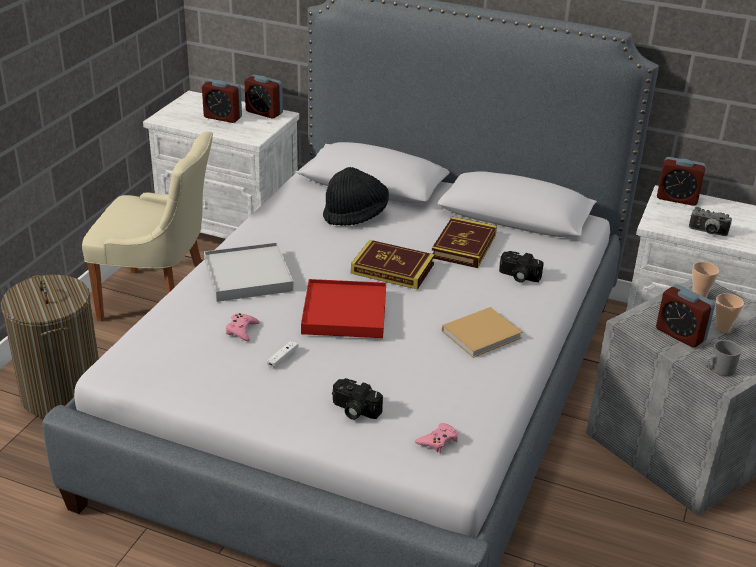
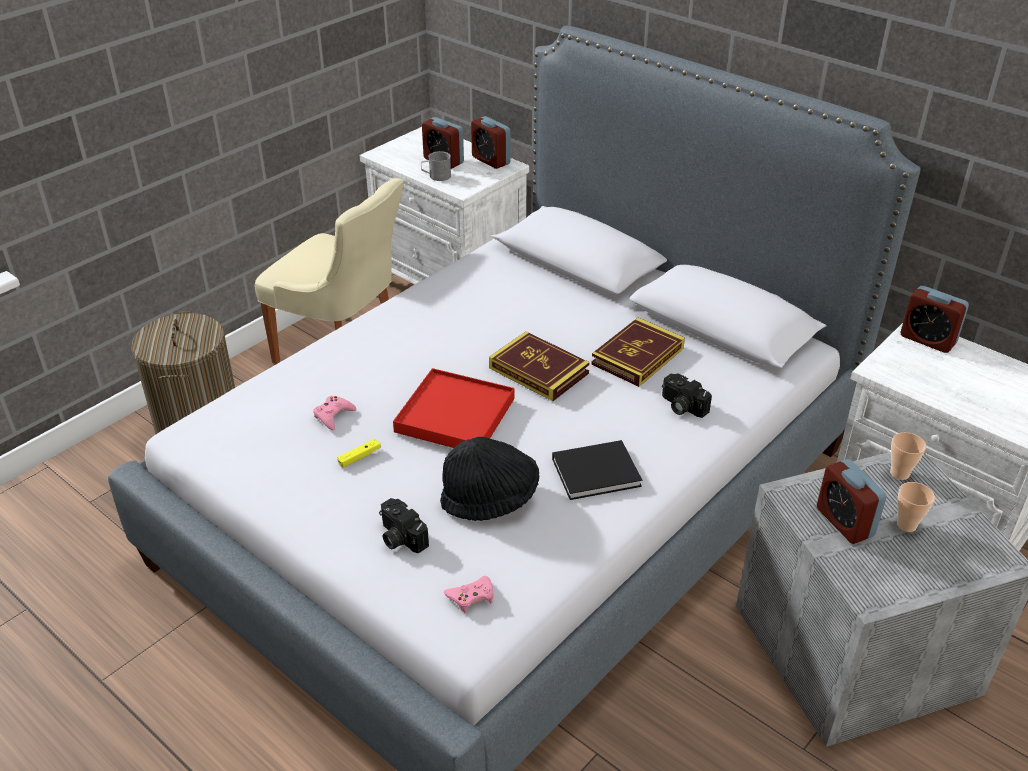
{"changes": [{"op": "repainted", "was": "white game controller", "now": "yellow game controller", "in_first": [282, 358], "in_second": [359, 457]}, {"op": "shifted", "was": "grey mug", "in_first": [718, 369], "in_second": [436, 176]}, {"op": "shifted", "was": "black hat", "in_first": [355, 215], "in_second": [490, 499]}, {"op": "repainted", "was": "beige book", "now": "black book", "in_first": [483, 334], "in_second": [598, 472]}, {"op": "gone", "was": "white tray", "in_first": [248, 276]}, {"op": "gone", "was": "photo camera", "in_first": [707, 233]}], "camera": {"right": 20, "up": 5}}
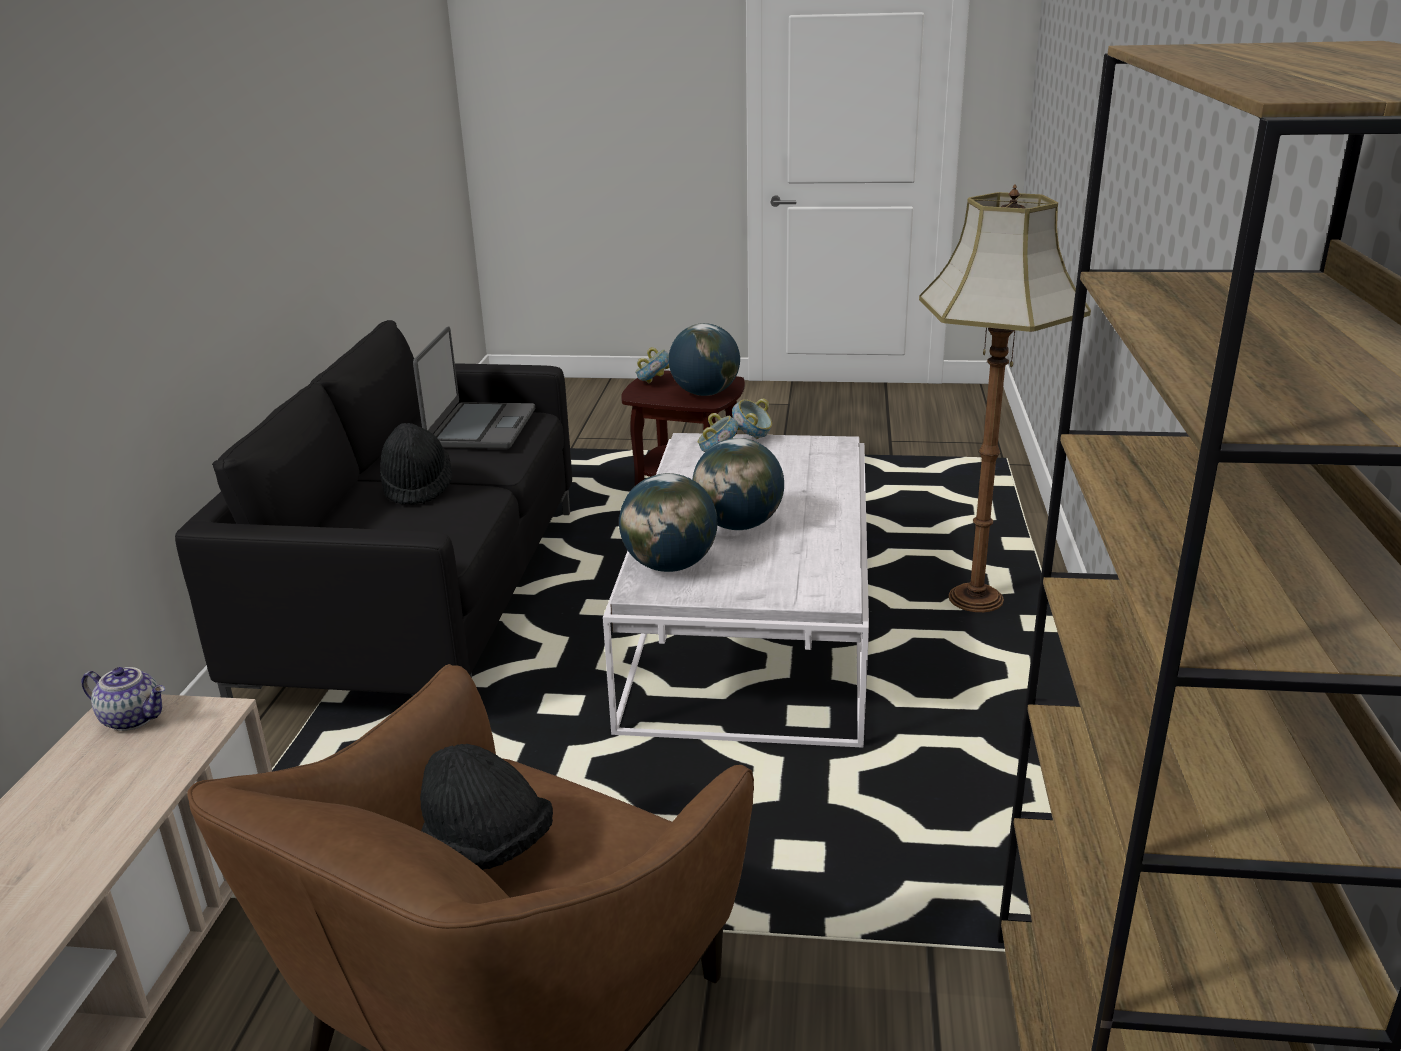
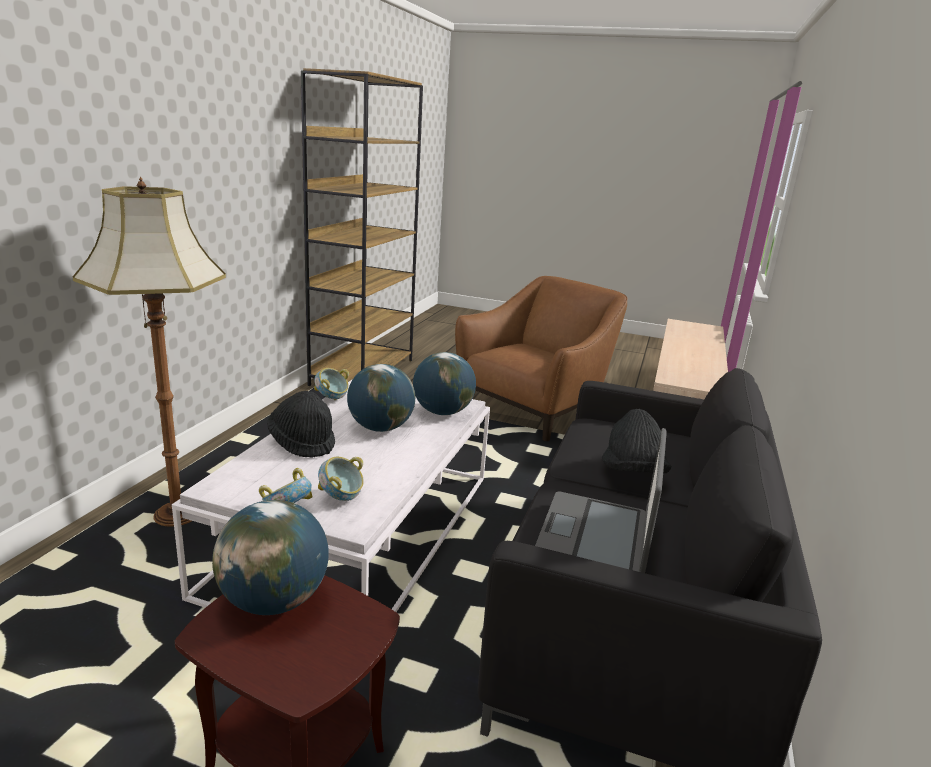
{"changes": [{"op": "shifted", "was": "black hat", "in_first": [487, 847], "in_second": [303, 443]}, {"op": "shifted", "was": "bowl", "in_first": [653, 383], "in_second": [331, 399]}, {"op": "gone", "was": "teapot", "in_first": [134, 718]}], "camera": {"right": -170, "up": -5}}
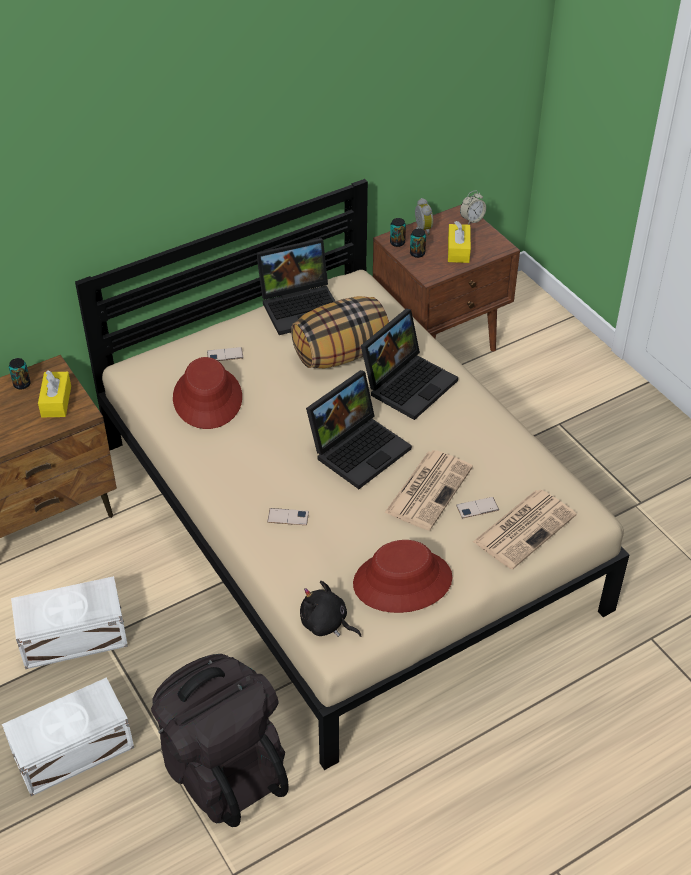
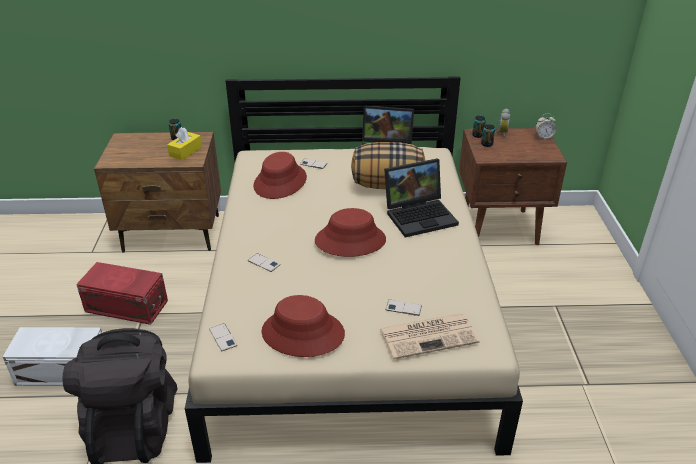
{"changes": [{"op": "repainted", "was": "white storage box", "now": "red storage box", "in_first": [75, 638], "in_second": [127, 307]}, {"op": "swapped", "was": "black plush toy", "now": "phone", "in_first": [326, 624], "in_second": [223, 337]}, {"op": "swapped", "was": "laptop", "now": "red hat", "in_first": [359, 448], "in_second": [350, 240]}, {"op": "gone", "was": "newspaper", "in_first": [429, 489]}, {"op": "gone", "was": "yellow tissue box", "in_first": [458, 250]}], "camera": {"right": 30, "up": -10}}
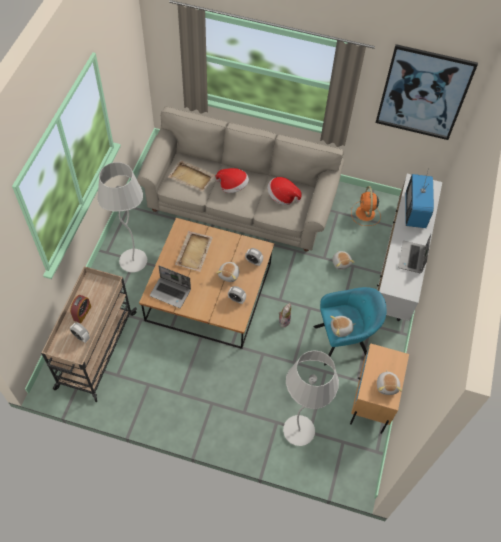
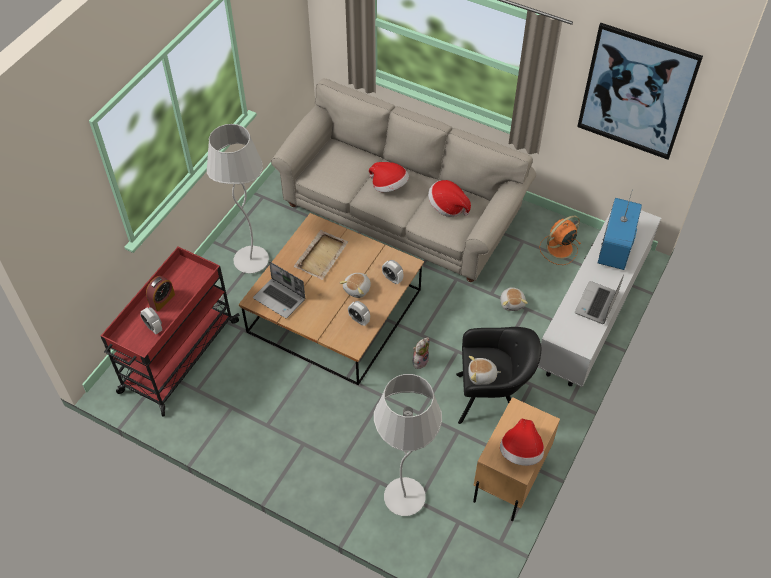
{"changes": [{"op": "repainted", "was": "beige cart", "now": "red cart", "in_first": [95, 351], "in_second": [178, 357]}, {"op": "repainted", "was": "turquoise armchair", "now": "black armchair", "in_first": [344, 341], "in_second": [491, 398]}, {"op": "swapped", "was": "plush toy", "now": "hat", "in_first": [387, 385], "in_second": [521, 452]}, {"op": "rotated", "was": "orange fan", "in_first": [365, 214], "in_second": [558, 249], "clockwise": 45}, {"op": "gone", "was": "beige tray", "in_first": [191, 177]}], "camera": {"right": 15, "up": -5}}
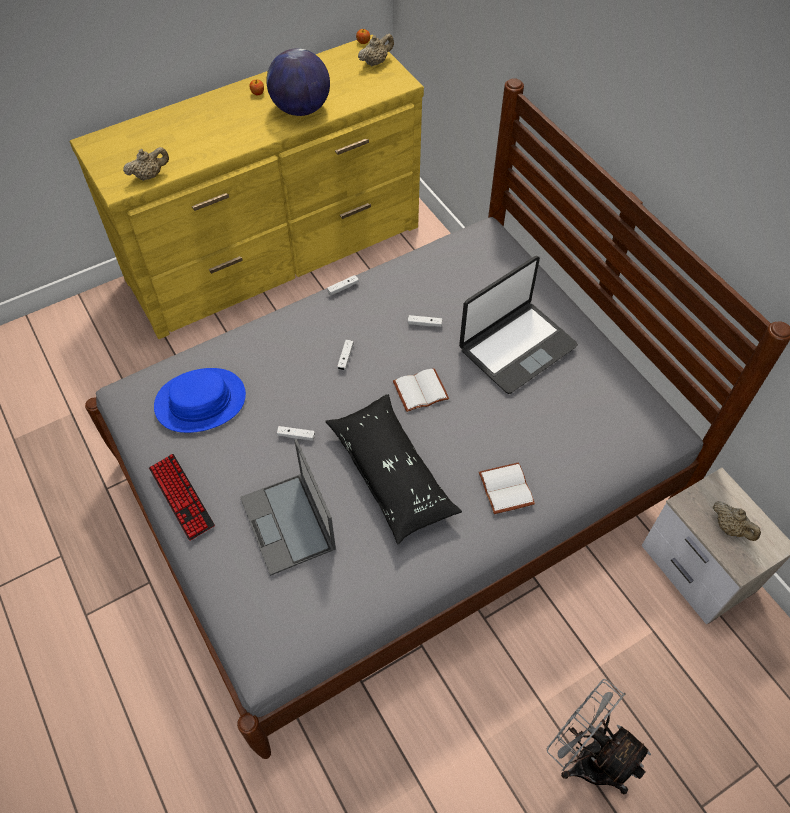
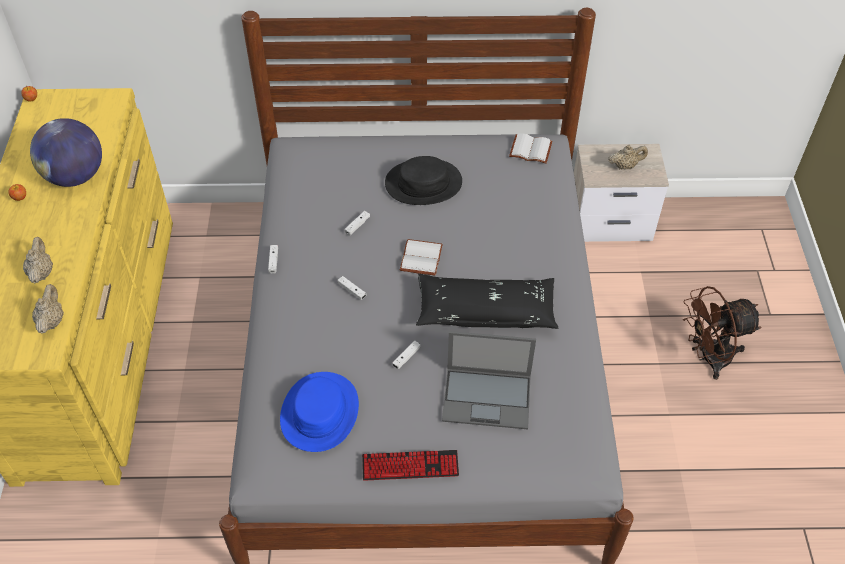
{"changes": [{"op": "shifted", "was": "beige teapot", "in_first": [376, 62], "in_second": [41, 273]}, {"op": "swapped", "was": "laptop", "now": "black hat", "in_first": [516, 347], "in_second": [423, 183]}, {"op": "shifted", "was": "white book", "in_first": [504, 488], "in_second": [529, 150]}, {"op": "repainted", "was": "grey fan", "now": "brown fan", "in_first": [586, 756], "in_second": [708, 358]}], "camera": {"right": -60, "up": -5}}
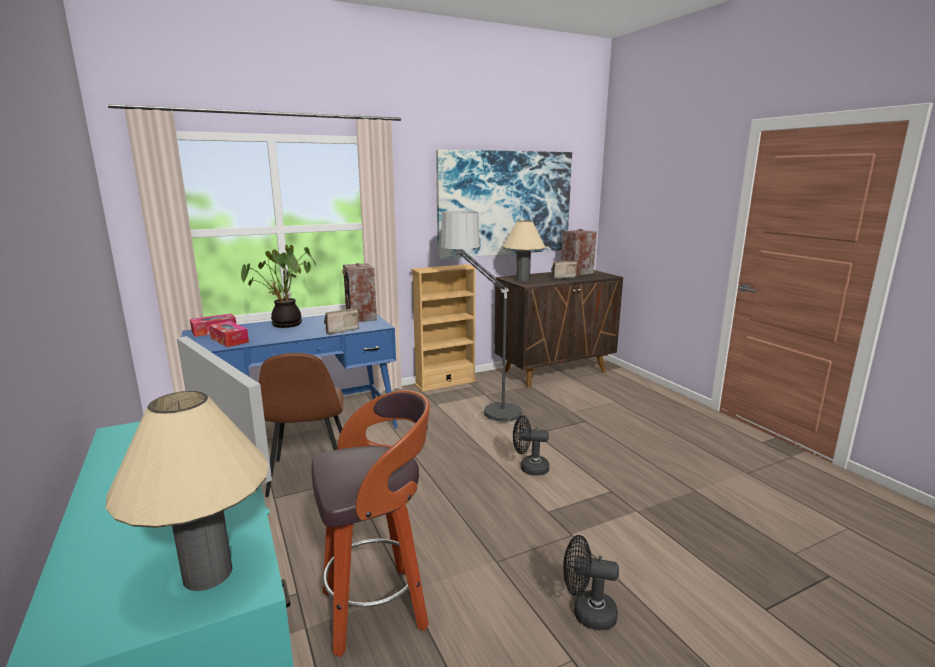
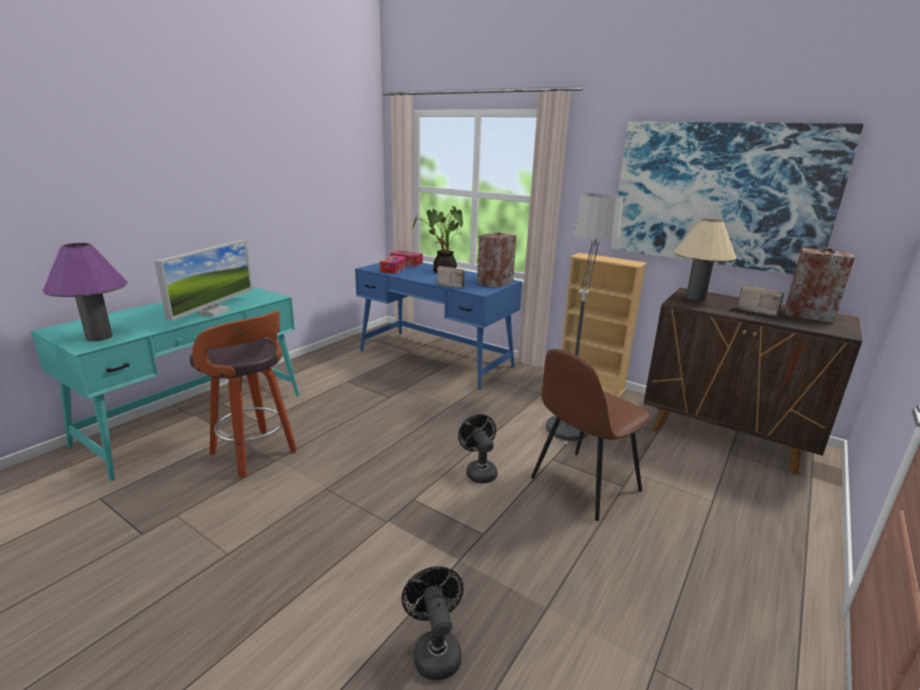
{"changes": [{"op": "repainted", "was": "beige table lamp", "now": "purple table lamp", "in_first": [208, 574], "in_second": [99, 337]}, {"op": "shifted", "was": "black fan", "in_first": [587, 613], "in_second": [435, 650]}, {"op": "shifted", "was": "brown chair", "in_first": [310, 475], "in_second": [583, 485]}], "camera": {"right": 60, "up": 5}}
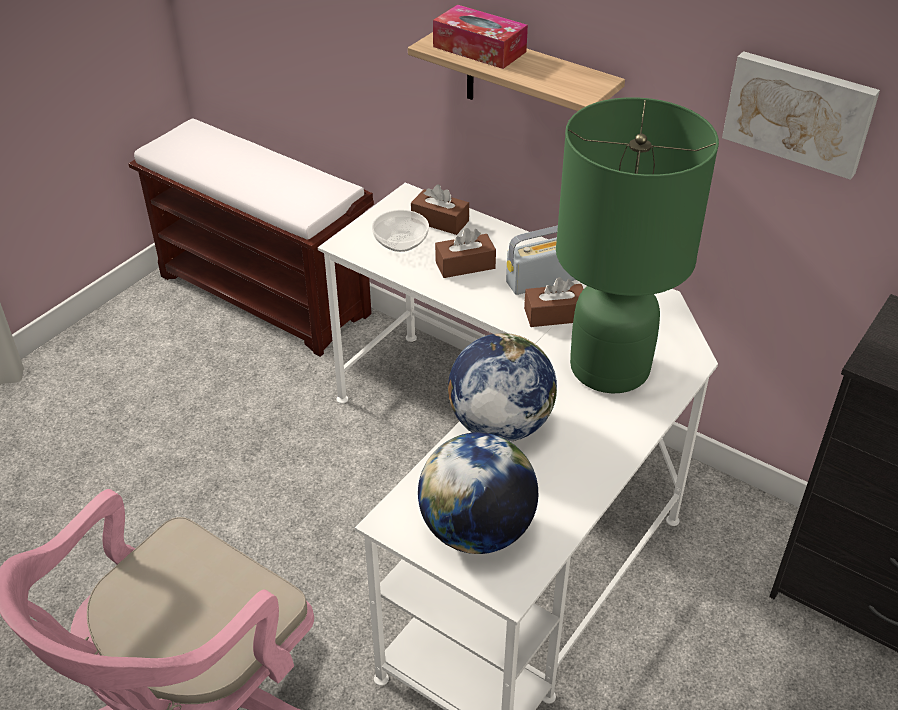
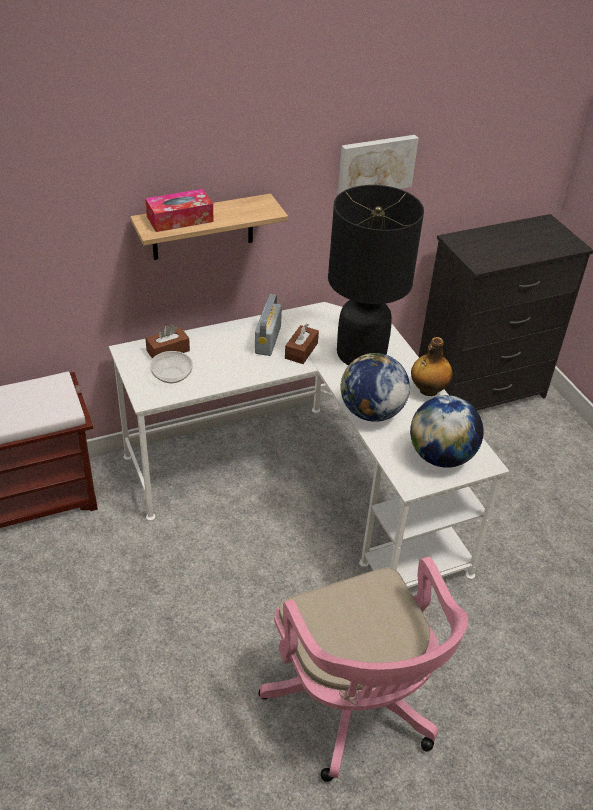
{"changes": [{"op": "repainted", "was": "green table lamp", "now": "black table lamp", "in_first": [609, 367], "in_second": [360, 354]}, {"op": "new", "now": "bottle", "in_second": [428, 390]}, {"op": "gone", "was": "brown tissue box", "in_first": [465, 265]}], "camera": {"right": -60, "up": 0}}
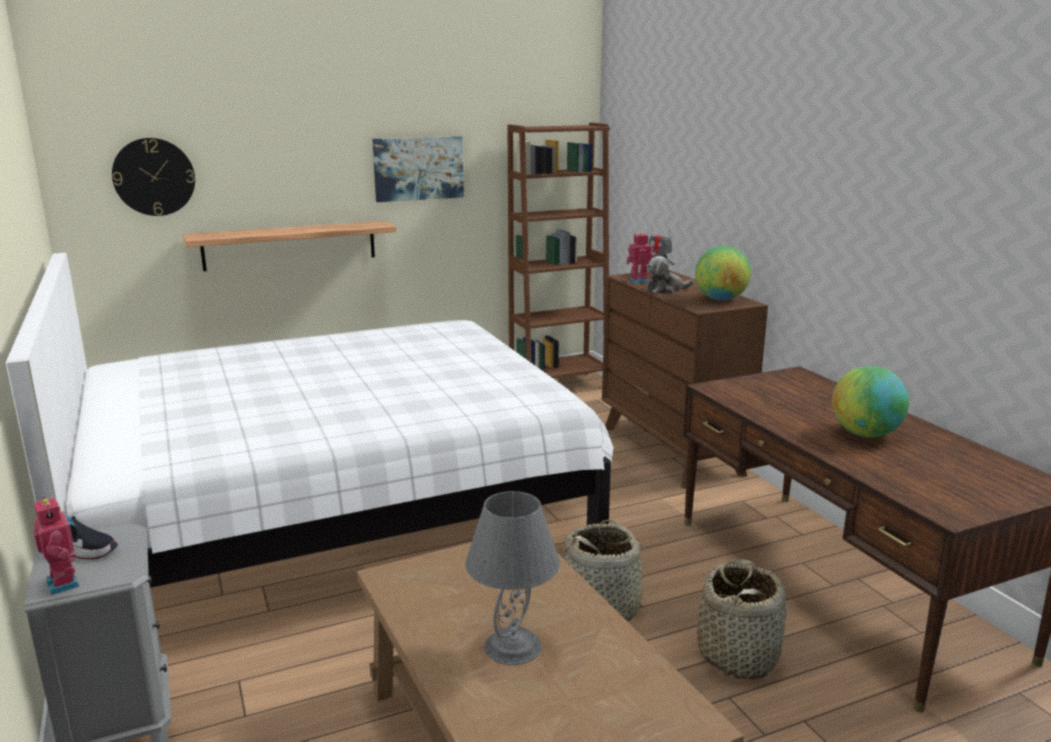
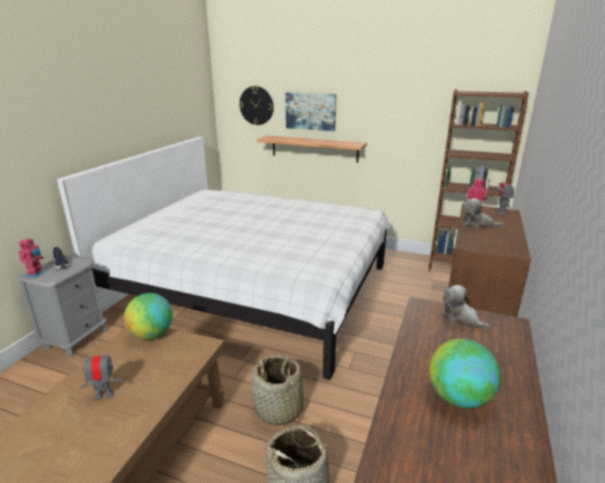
{"changes": [{"op": "swapped", "was": "grey table lamp", "now": "toy robot", "in_first": [513, 646], "in_second": [104, 395]}, {"op": "shifted", "was": "globe", "in_first": [720, 299], "in_second": [152, 335]}, {"op": "shifted", "was": "picture", "in_first": [418, 168], "in_second": [310, 111]}, {"op": "new", "now": "plush toy", "in_second": [460, 318]}], "camera": {"right": 45, "up": 5}}
